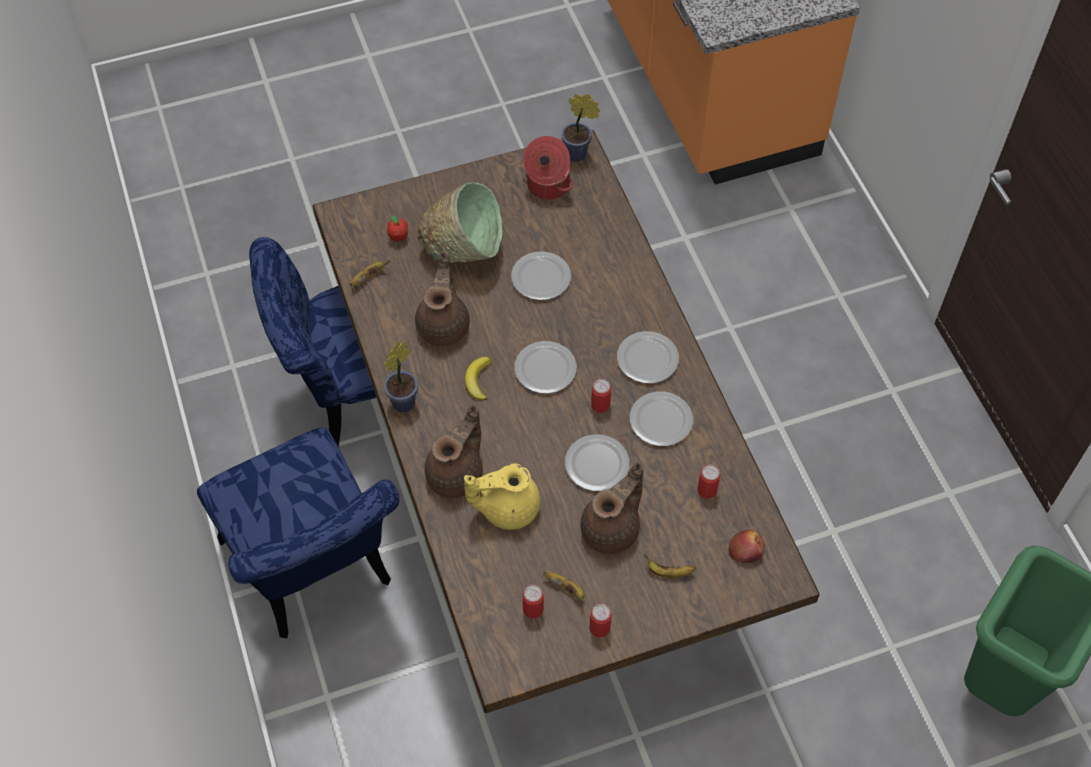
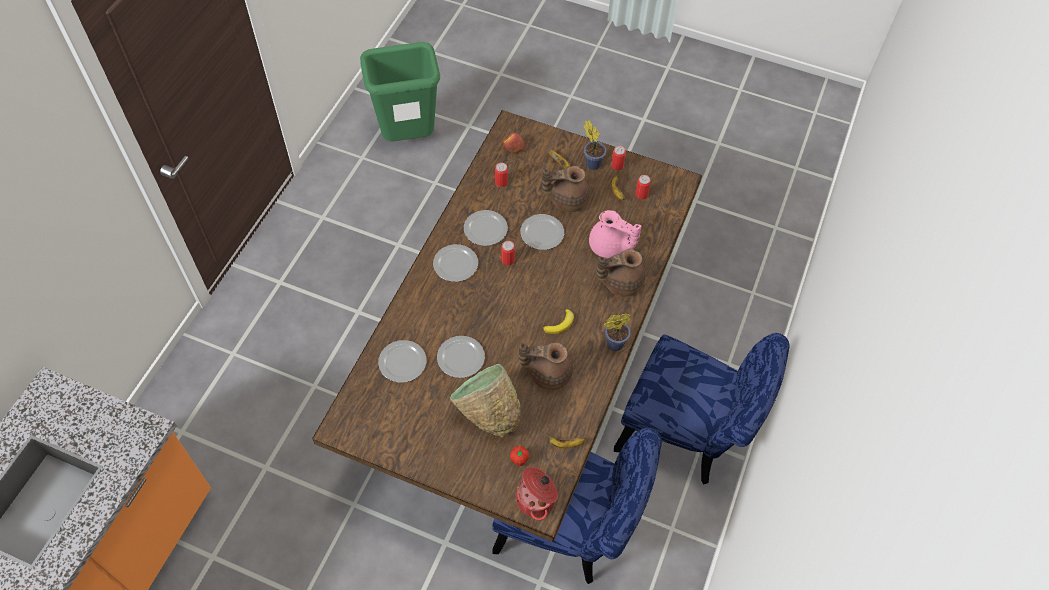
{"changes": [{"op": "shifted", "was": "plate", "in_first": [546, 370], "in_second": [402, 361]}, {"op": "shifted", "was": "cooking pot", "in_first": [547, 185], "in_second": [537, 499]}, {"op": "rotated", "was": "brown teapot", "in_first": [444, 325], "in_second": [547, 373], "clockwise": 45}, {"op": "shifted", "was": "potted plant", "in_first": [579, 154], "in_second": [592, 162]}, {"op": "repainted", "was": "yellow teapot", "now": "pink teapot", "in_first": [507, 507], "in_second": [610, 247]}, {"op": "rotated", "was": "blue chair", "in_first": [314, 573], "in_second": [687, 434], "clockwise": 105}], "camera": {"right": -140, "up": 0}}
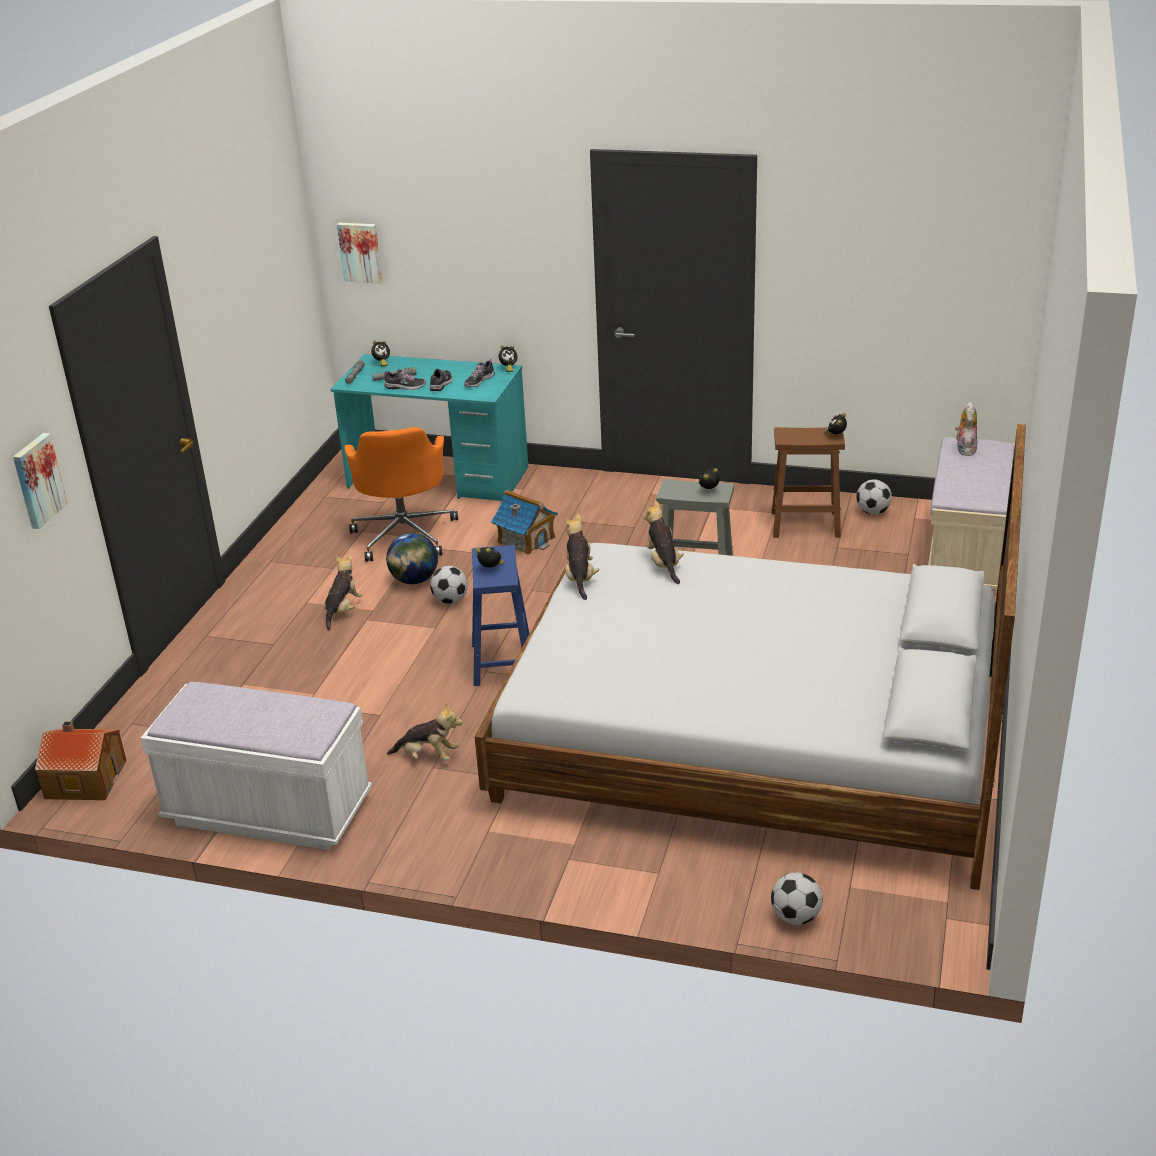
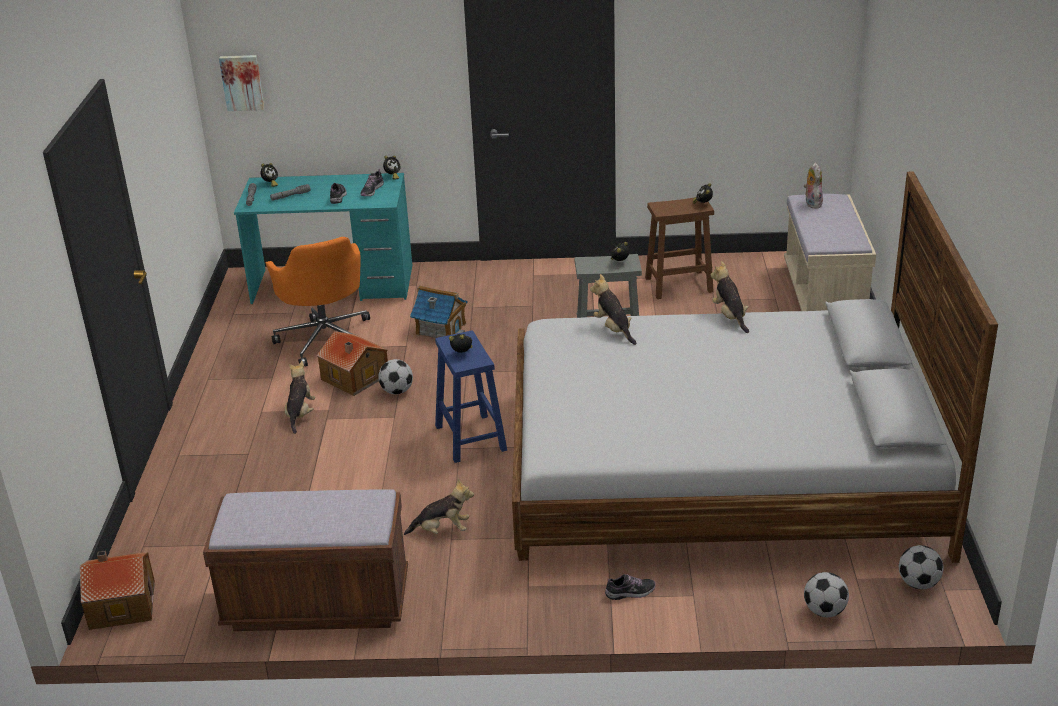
{"changes": [{"op": "repainted", "was": "white bench", "now": "brown bench", "in_first": [268, 811], "in_second": [317, 603]}, {"op": "swapped", "was": "globe", "now": "toy house", "in_first": [414, 580], "in_second": [355, 378]}, {"op": "shifted", "was": "shoe", "in_first": [405, 387], "in_second": [630, 592]}, {"op": "shifted", "was": "plush toy", "in_first": [580, 578], "in_second": [730, 316]}, {"op": "shifted", "was": "football", "in_first": [873, 512], "in_second": [918, 583]}, {"op": "gone", "was": "picture", "in_first": [37, 480]}], "camera": {"right": -15, "up": 0}}
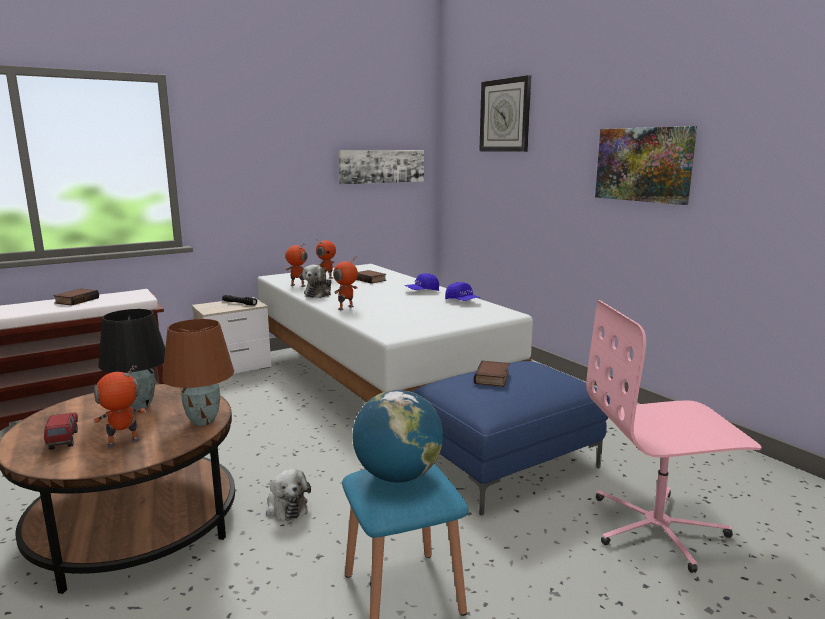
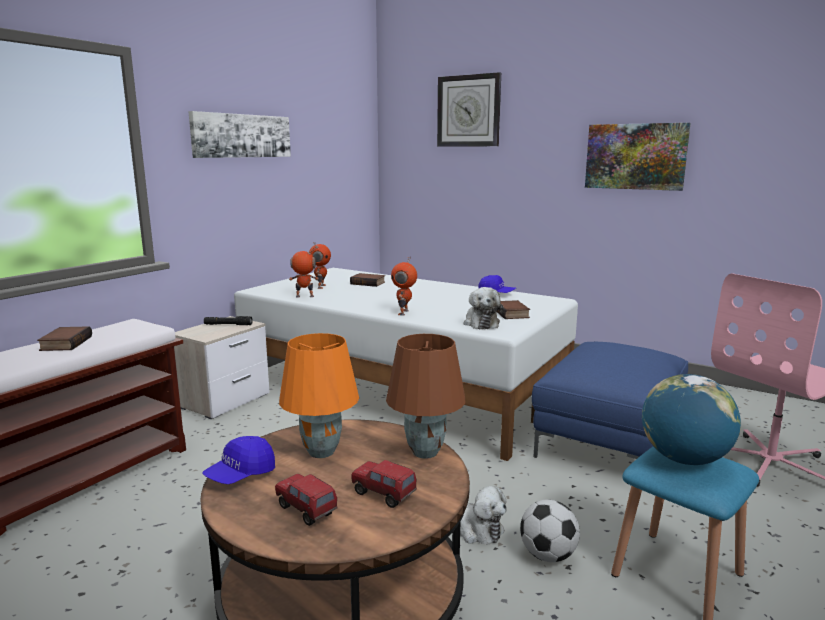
{"changes": [{"op": "shifted", "was": "picture", "in_first": [381, 166], "in_second": [242, 136]}, {"op": "shifted", "was": "blue cap", "in_first": [422, 291], "in_second": [241, 475]}, {"op": "repainted", "was": "black table lamp", "now": "orange table lamp", "in_first": [140, 405], "in_second": [322, 451]}, {"op": "swapped", "was": "toy robot", "now": "toy truck", "in_first": [123, 443], "in_second": [383, 496]}, {"op": "shifted", "was": "plush toy", "in_first": [318, 294], "in_second": [481, 323]}, {"op": "shifted", "was": "book", "in_first": [493, 378], "in_second": [512, 314]}, {"op": "new", "now": "football", "in_second": [548, 555]}], "camera": {"right": -25, "up": 0}}
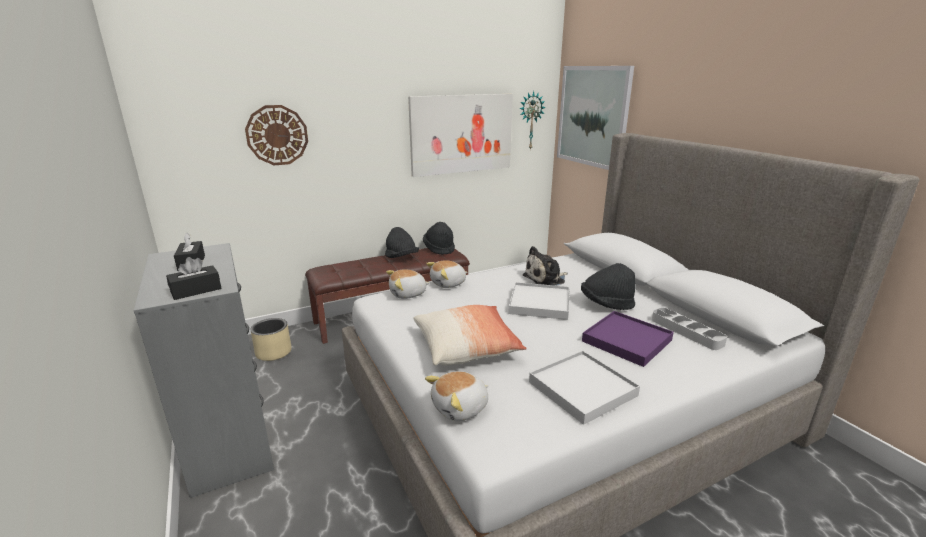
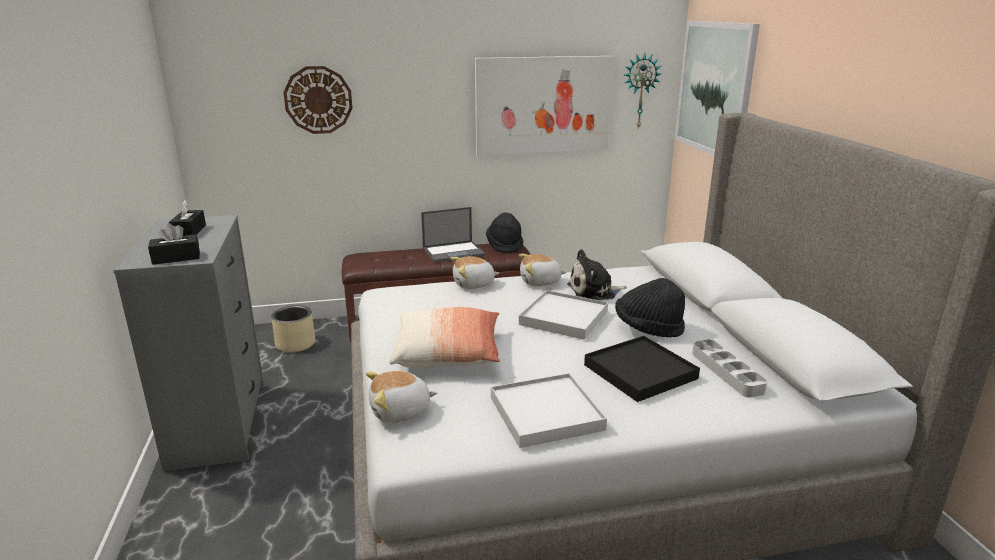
{"changes": [{"op": "swapped", "was": "black hat", "now": "laptop", "in_first": [401, 258], "in_second": [454, 252]}, {"op": "shifted", "was": "plush toy", "in_first": [408, 294], "in_second": [540, 282]}, {"op": "repainted", "was": "purple tray", "now": "black tray", "in_first": [627, 341], "in_second": [640, 372]}], "camera": {"right": 15, "up": 0}}
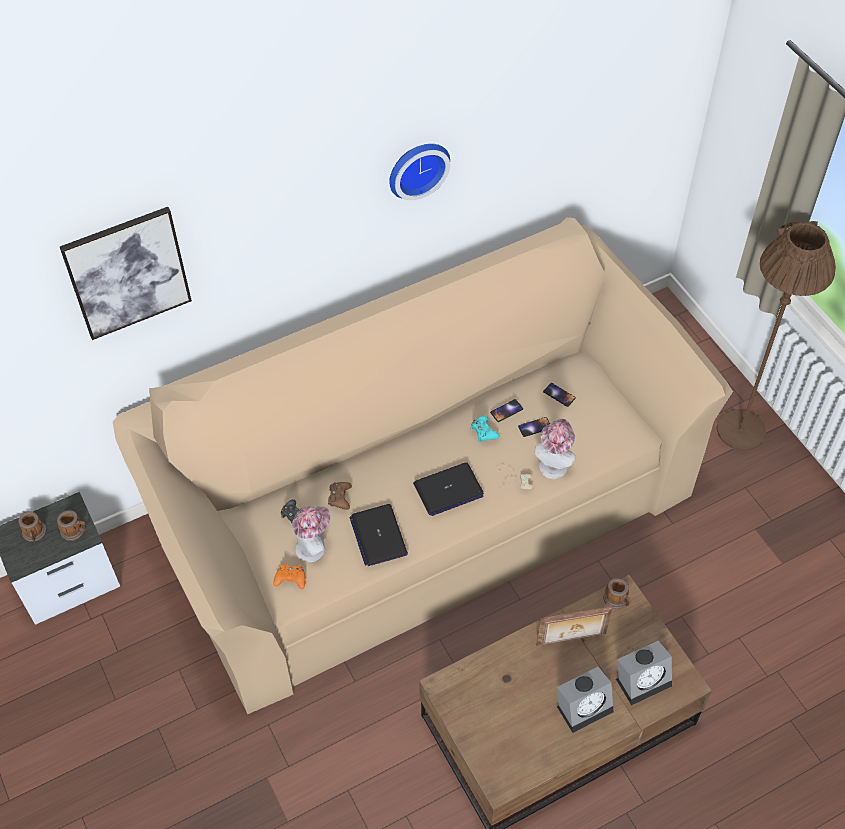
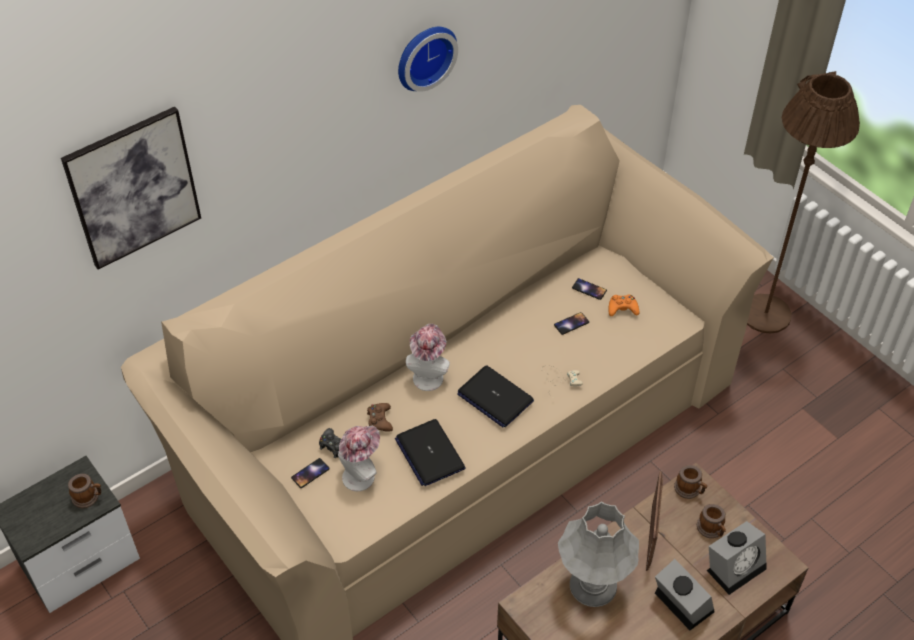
{"changes": [{"op": "shifted", "was": "phone", "in_first": [506, 411], "in_second": [310, 473]}, {"op": "shifted", "was": "hat", "in_first": [554, 463], "in_second": [428, 375]}, {"op": "rotated", "was": "laptop", "in_first": [448, 490], "in_second": [494, 397], "clockwise": 75}, {"op": "new", "now": "grey table lamp", "in_second": [593, 586]}, {"op": "shifted", "was": "orange game controller", "in_first": [291, 578], "in_second": [622, 308]}, {"op": "rotated", "was": "picture frame", "in_first": [571, 640], "in_second": [651, 537], "clockwise": -60}, {"op": "rotated", "was": "alarm clock", "in_first": [585, 706], "in_second": [680, 602], "clockwise": -90}, {"op": "shifted", "was": "mug", "in_first": [34, 534], "in_second": [711, 529]}, {"op": "gone", "was": "turquoise game controller", "in_first": [483, 432]}], "camera": {"right": -10, "up": -5}}
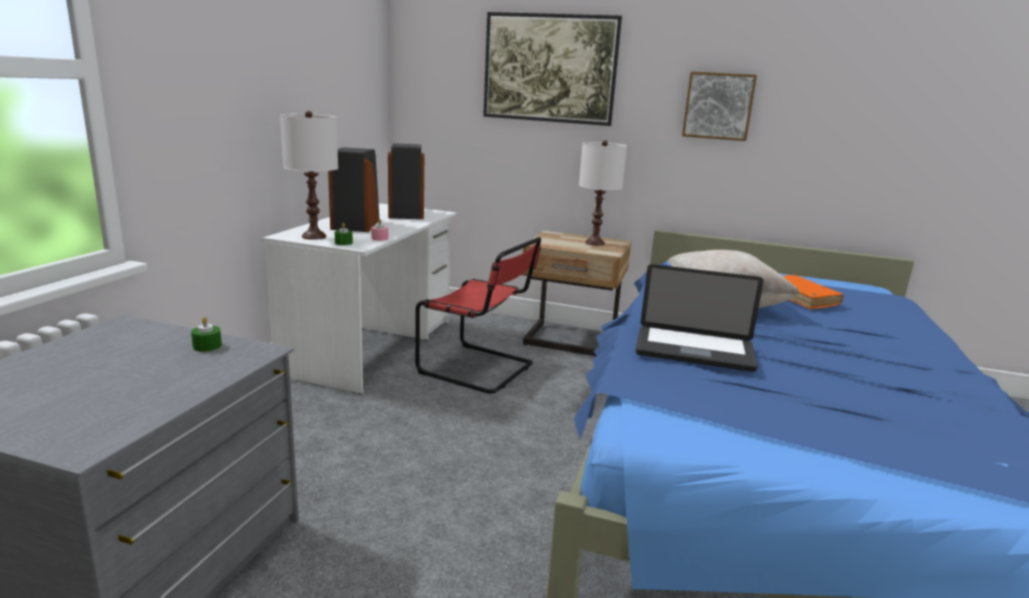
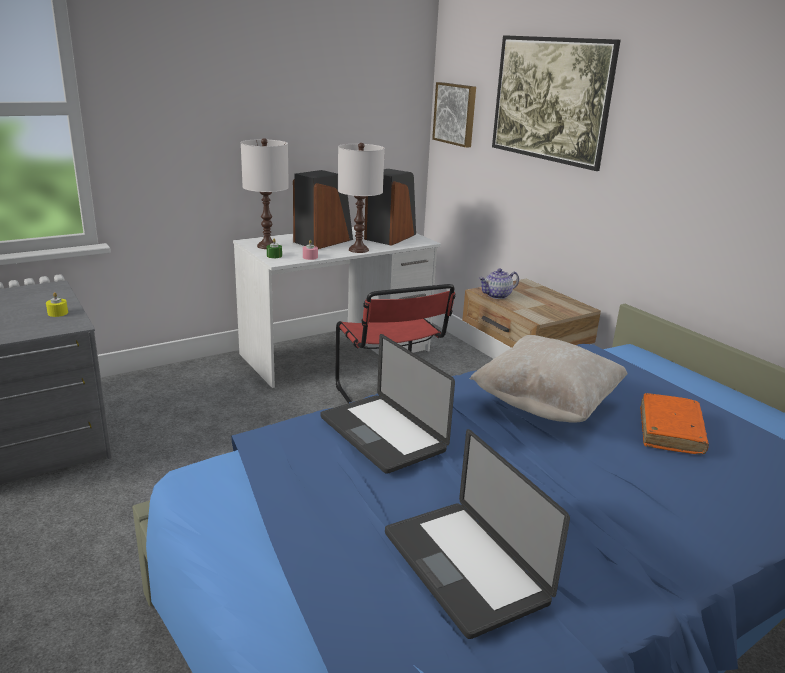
{"changes": [{"op": "repainted", "was": "green candle", "now": "yellow candle", "in_first": [207, 346], "in_second": [58, 313]}, {"op": "shifted", "was": "white table lamp", "in_first": [594, 243], "in_second": [358, 249]}, {"op": "new", "now": "laptop", "in_second": [464, 567]}, {"op": "shifted", "was": "picture", "in_first": [718, 106], "in_second": [456, 114]}, {"op": "new", "now": "teapot", "in_second": [497, 295]}], "camera": {"right": 40, "up": 5}}
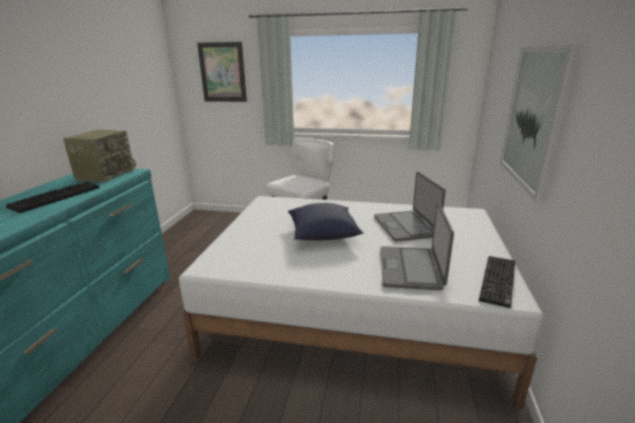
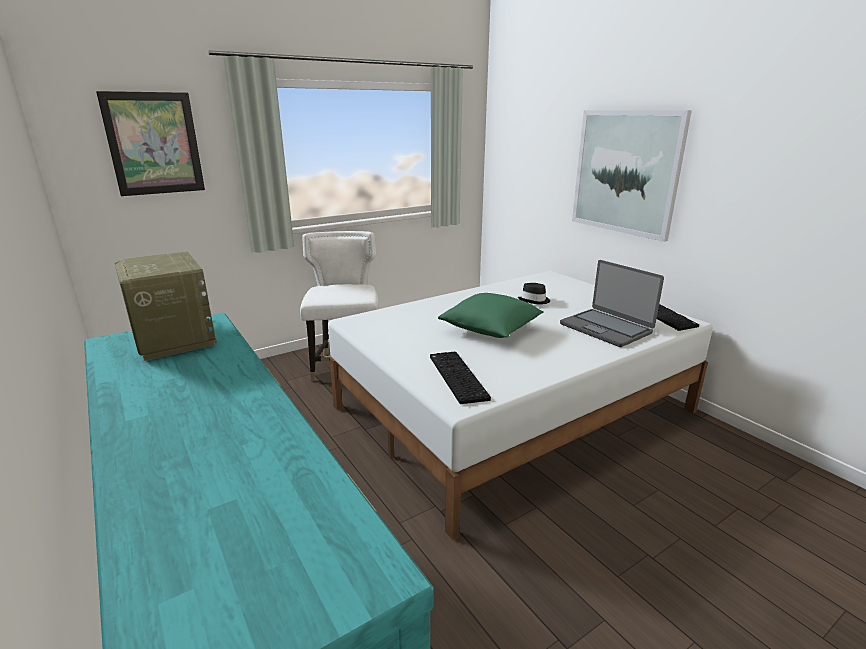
{"changes": [{"op": "shifted", "was": "keyboard", "in_first": [56, 197], "in_second": [455, 377]}, {"op": "repainted", "was": "blue pillow", "now": "green pillow", "in_first": [323, 234], "in_second": [491, 330]}, {"op": "swapped", "was": "laptop", "now": "black hat", "in_first": [405, 226], "in_second": [534, 300]}], "camera": {"right": -45, "up": 0}}
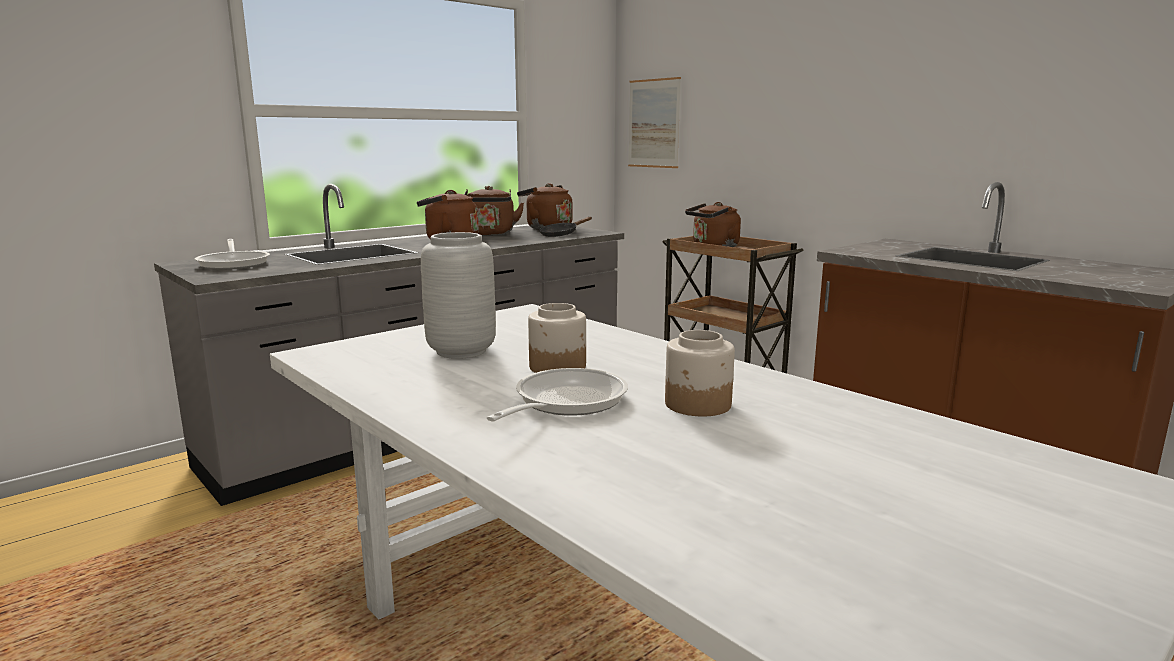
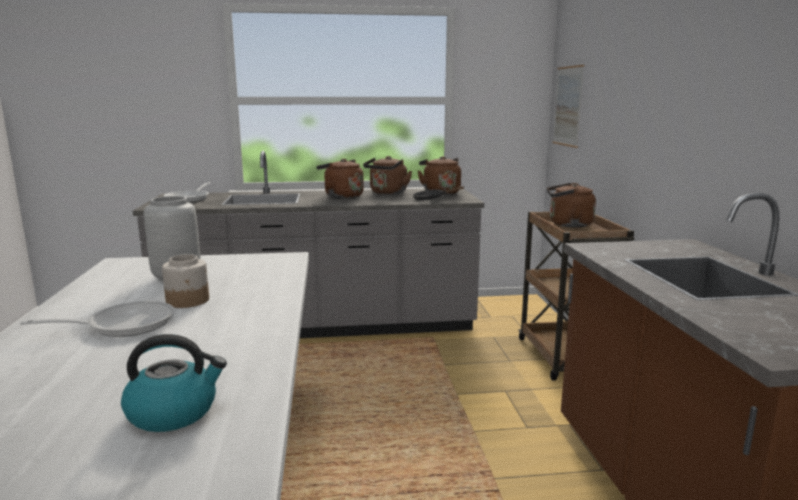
{"changes": [{"op": "new", "now": "kettle", "in_second": [174, 412]}, {"op": "gone", "was": "jar", "in_first": [698, 405]}], "camera": {"right": 35, "up": 0}}
